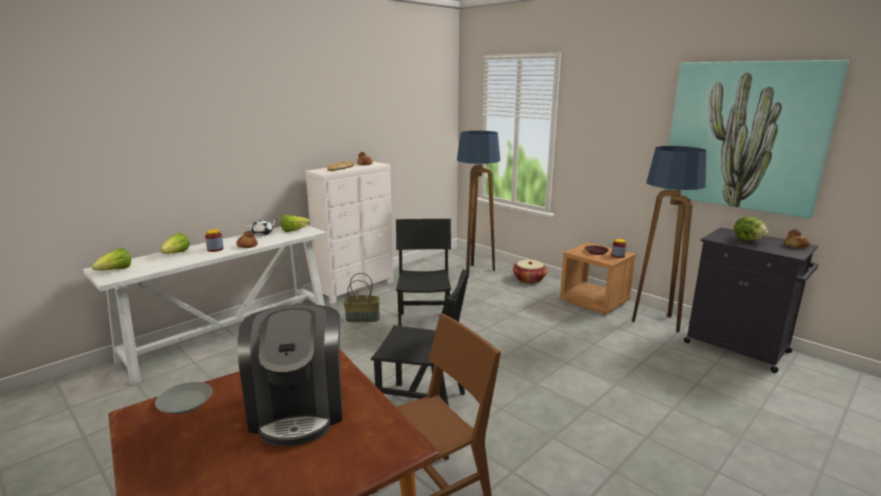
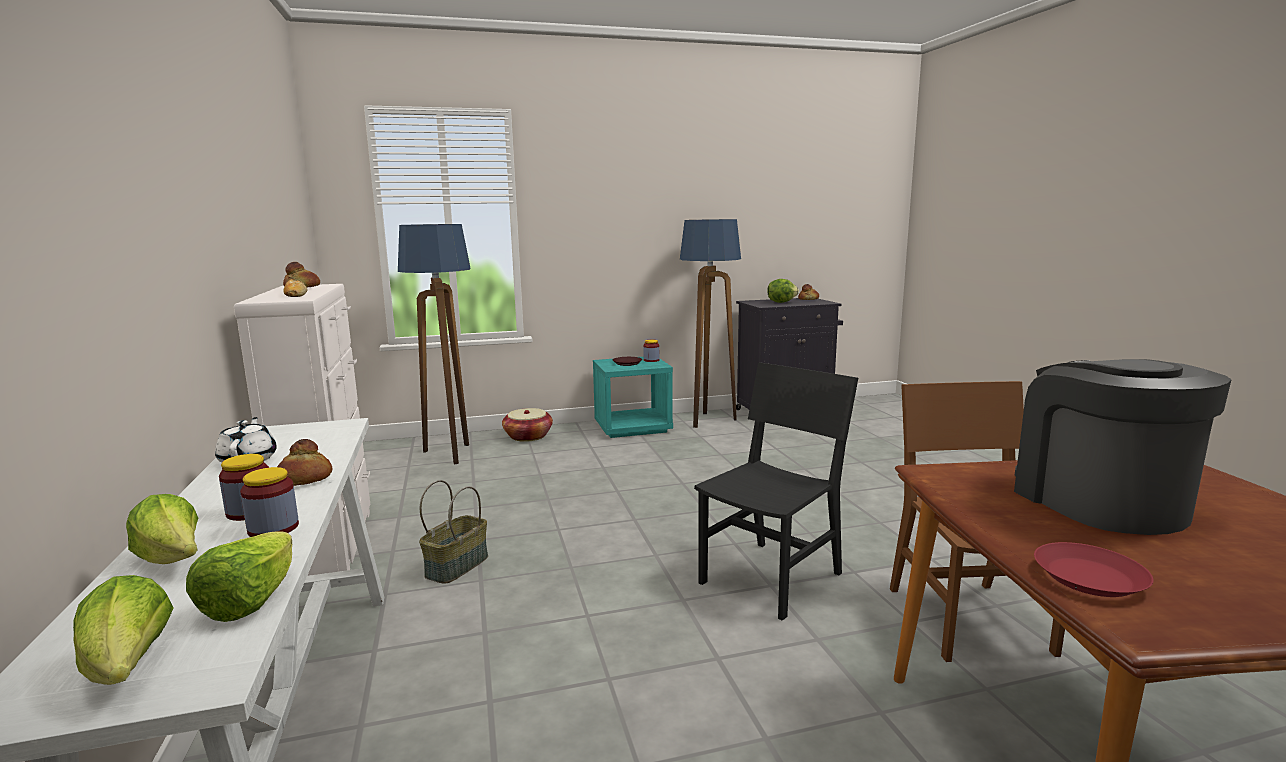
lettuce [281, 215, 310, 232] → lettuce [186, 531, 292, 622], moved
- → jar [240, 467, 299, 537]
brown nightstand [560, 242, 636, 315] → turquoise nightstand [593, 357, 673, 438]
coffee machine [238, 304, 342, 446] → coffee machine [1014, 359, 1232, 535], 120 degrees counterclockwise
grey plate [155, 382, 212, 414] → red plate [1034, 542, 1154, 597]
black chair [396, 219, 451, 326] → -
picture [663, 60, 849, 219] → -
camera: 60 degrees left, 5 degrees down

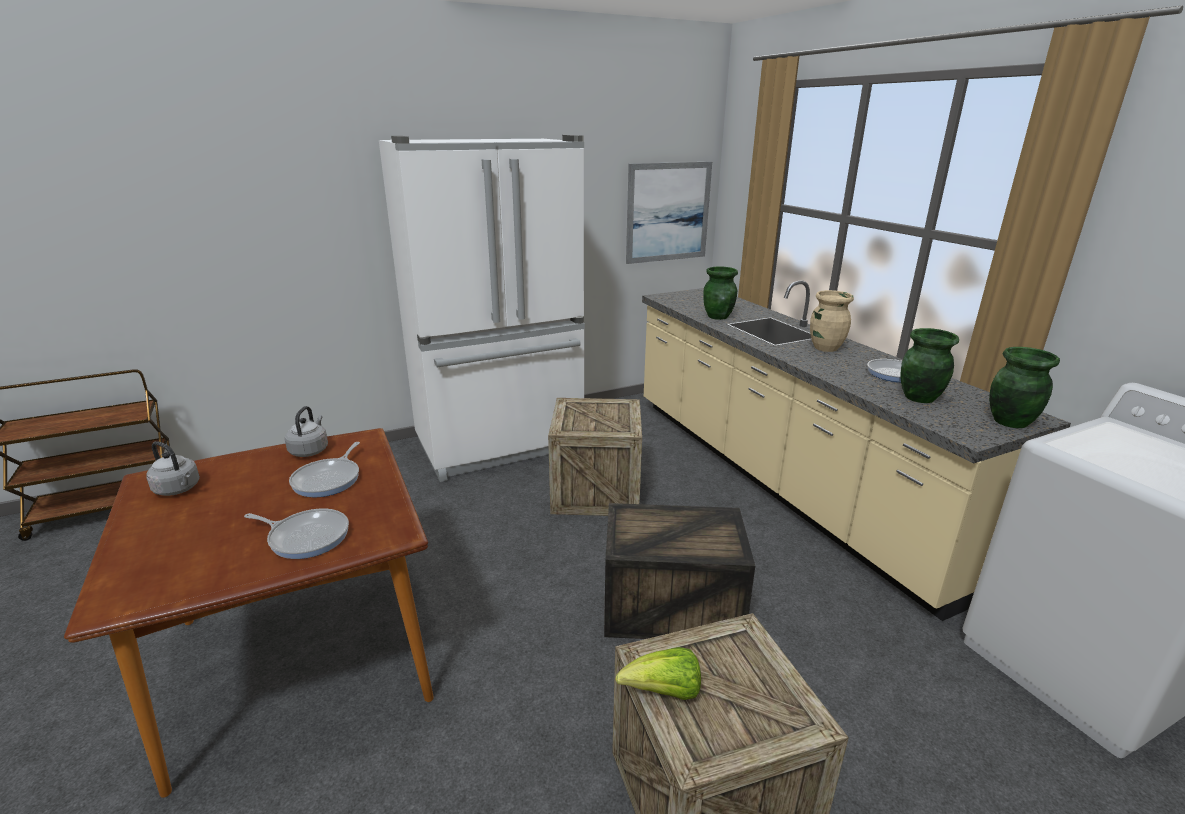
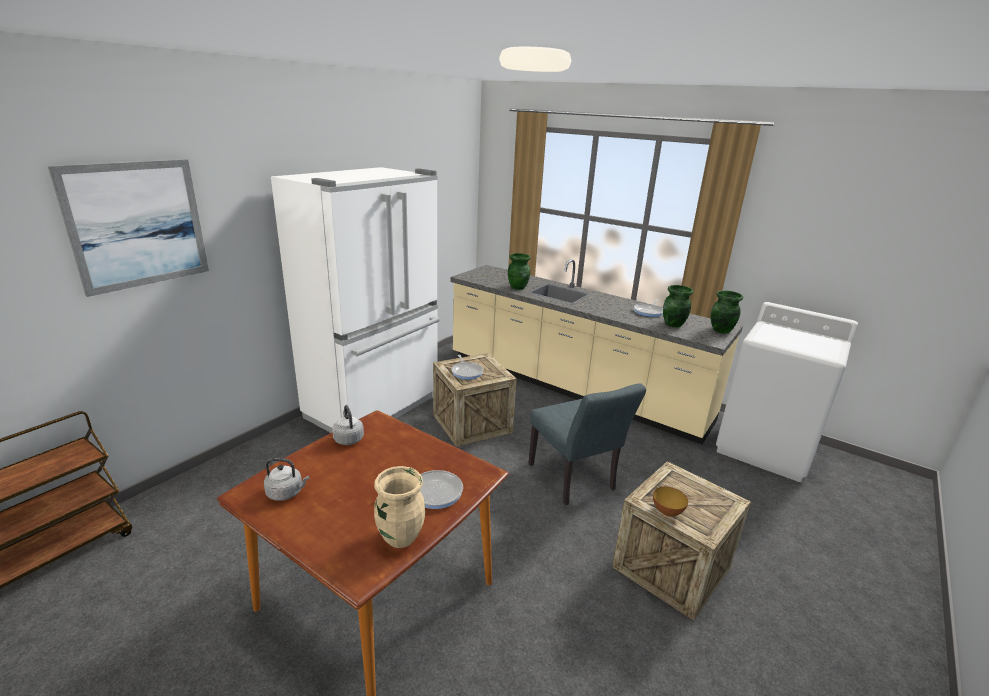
picture [626, 162, 712, 264] → picture [48, 159, 209, 297], moved
beige vase [810, 290, 854, 352] → beige vase [374, 466, 425, 548], moved
frying pan [289, 442, 360, 497] → frying pan [451, 355, 483, 380], moved
crate [604, 503, 755, 639] → grey chair [529, 383, 646, 505]
lettuce [615, 647, 701, 700] → bowl [653, 487, 688, 516]
camera: 30 degrees left, 0 degrees up

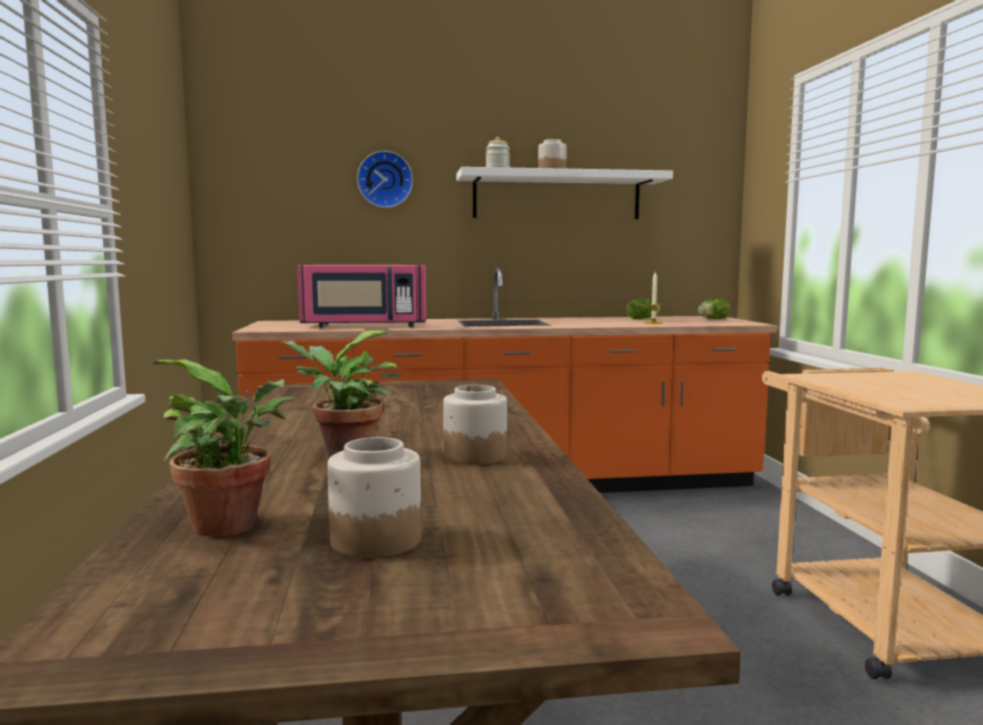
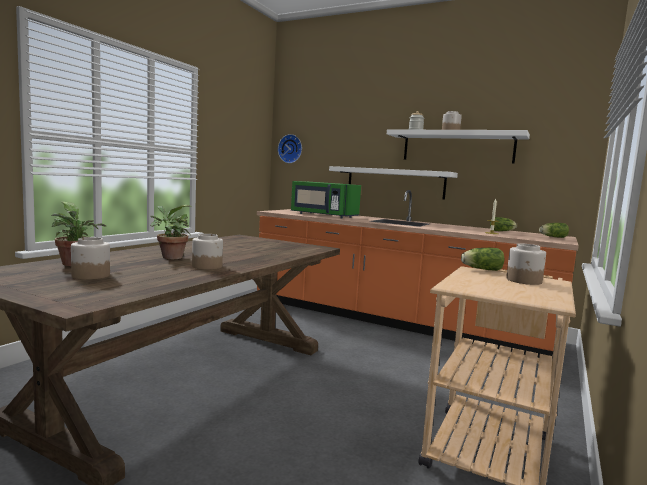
wall clock [357, 151, 413, 208] → wall clock [278, 134, 302, 163], moved
pink microwave [297, 265, 426, 328] → green microwave [291, 181, 361, 218]
- → white shelf [329, 166, 458, 200]
- → lettuce [461, 248, 504, 271]
- → jar [506, 243, 546, 285]
camera: 35 degrees right, 0 degrees up

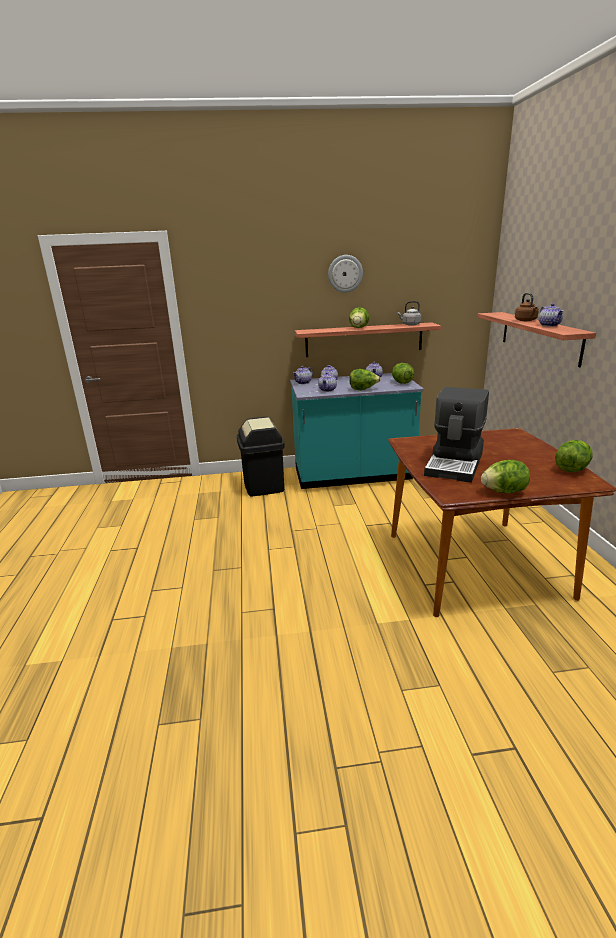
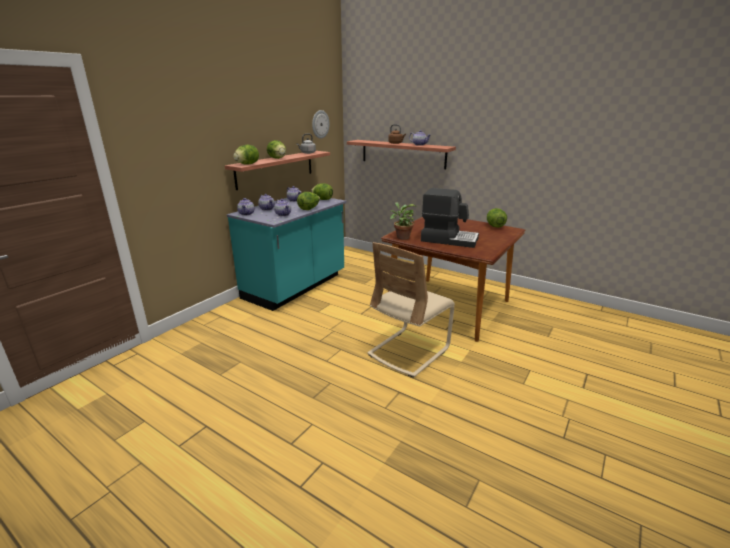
lettuce [481, 460, 530, 494] → lettuce [233, 145, 259, 165], moved
wall clock [328, 255, 363, 293] → wall clock [312, 110, 330, 139], moved
- → beige chair [367, 242, 455, 378]
- → potted plant [390, 202, 415, 240]
coffee machine [424, 387, 489, 483] → coffee machine [421, 188, 479, 248], 45 degrees counterclockwise
black trash can [237, 417, 285, 497] → -
camera: 50 degrees left, 0 degrees up

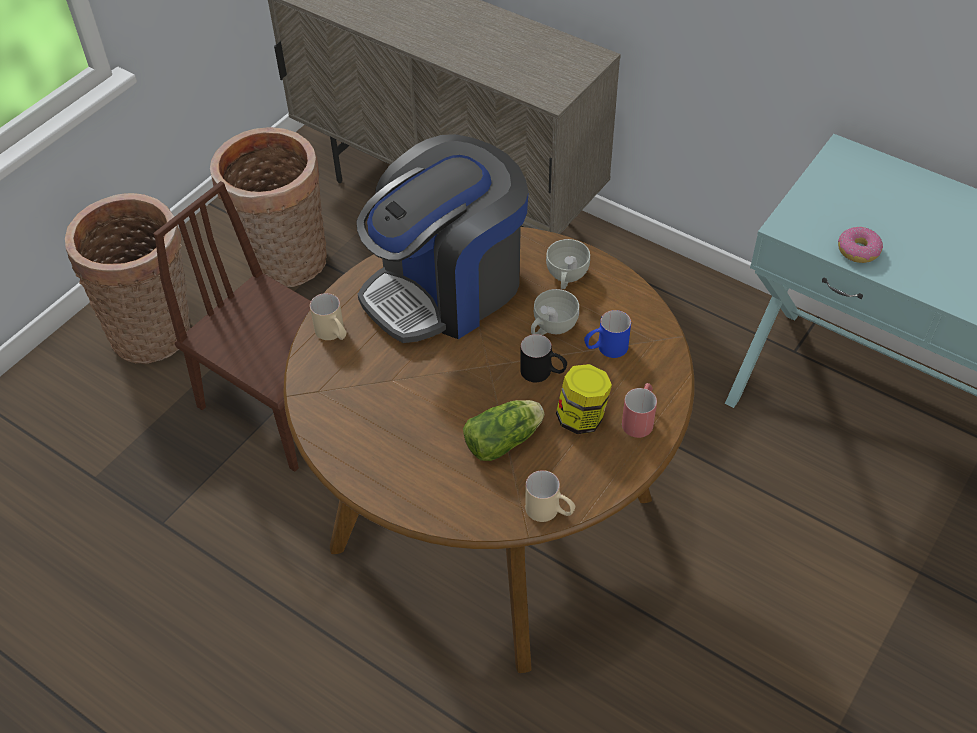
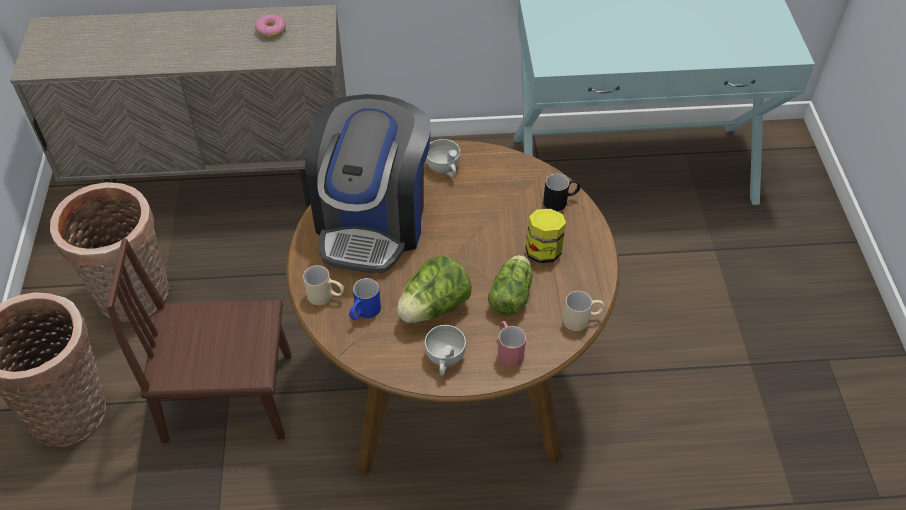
donut [838, 227, 883, 263] → donut [255, 14, 286, 39], moved
blue mug [584, 310, 631, 358] → blue mug [349, 278, 381, 320], moved
- → lettuce [397, 256, 472, 323]
white cup [531, 289, 579, 335] → white cup [425, 325, 466, 376], moved
red mug [622, 383, 657, 438] → red mug [498, 321, 526, 367], moved
black mug [520, 334, 567, 382] → black mug [543, 174, 580, 211], moved
camera: 40 degrees left, 0 degrees up

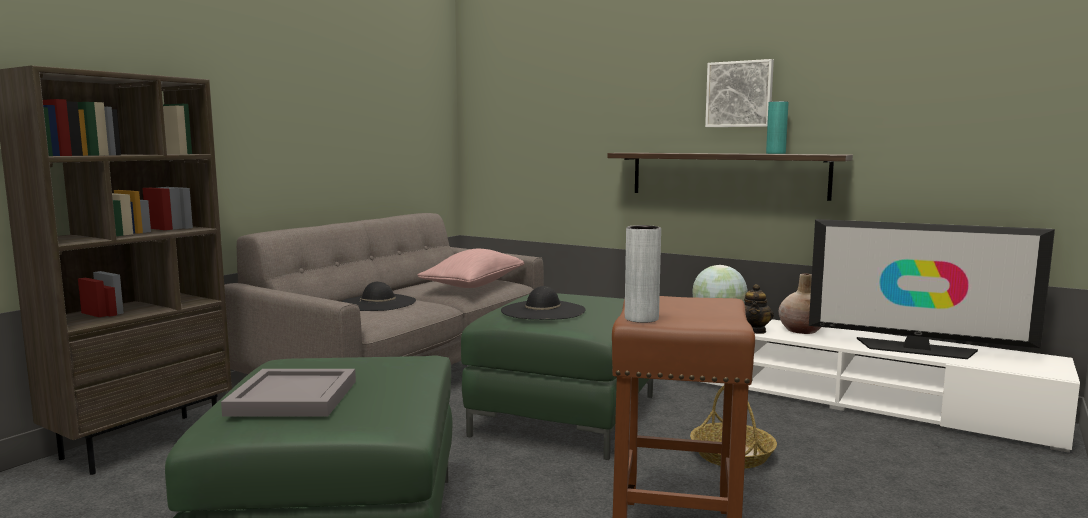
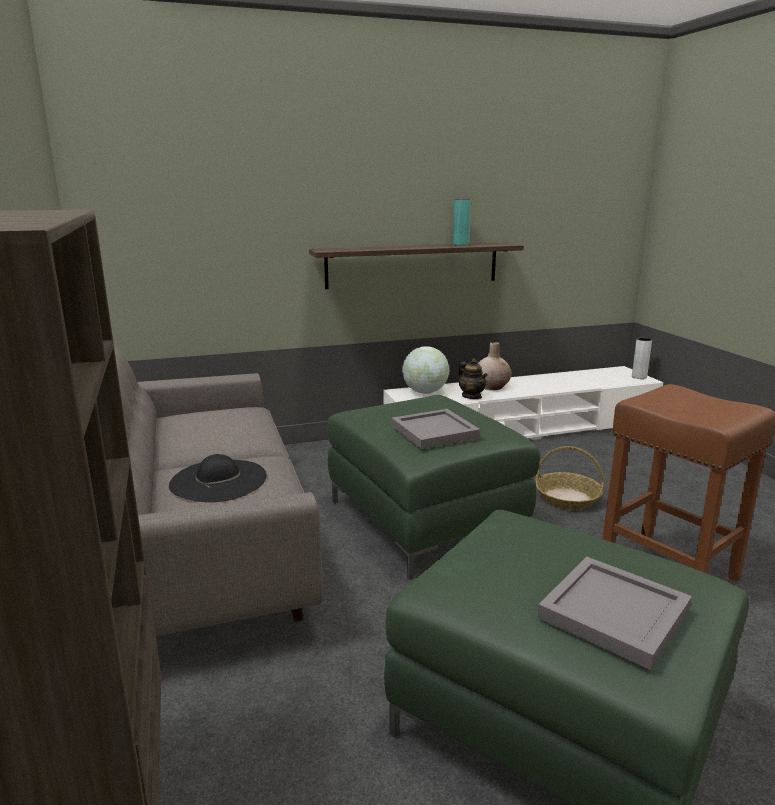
black hat [501, 286, 585, 319] → grey tray [392, 409, 480, 449]
grey vase [625, 225, 661, 323] → grey vase [632, 337, 652, 379], moved
pink pillow [418, 249, 524, 288] → -
picture [705, 59, 774, 127] → -
television [809, 219, 1055, 359] → -
camera: 50 degrees left, 10 degrees up

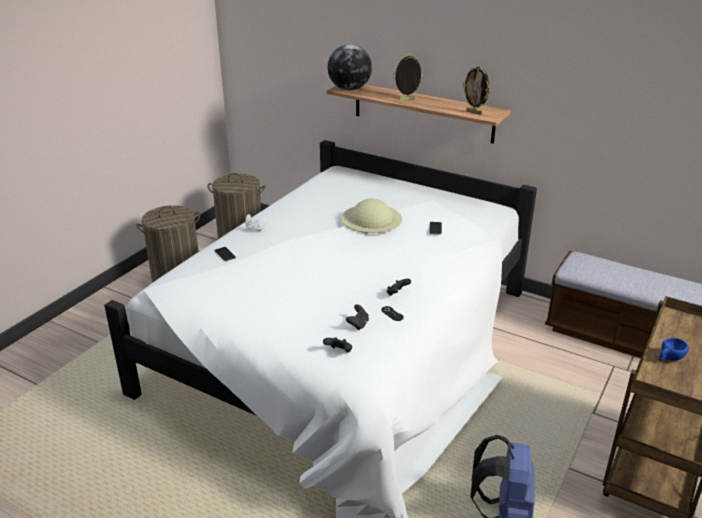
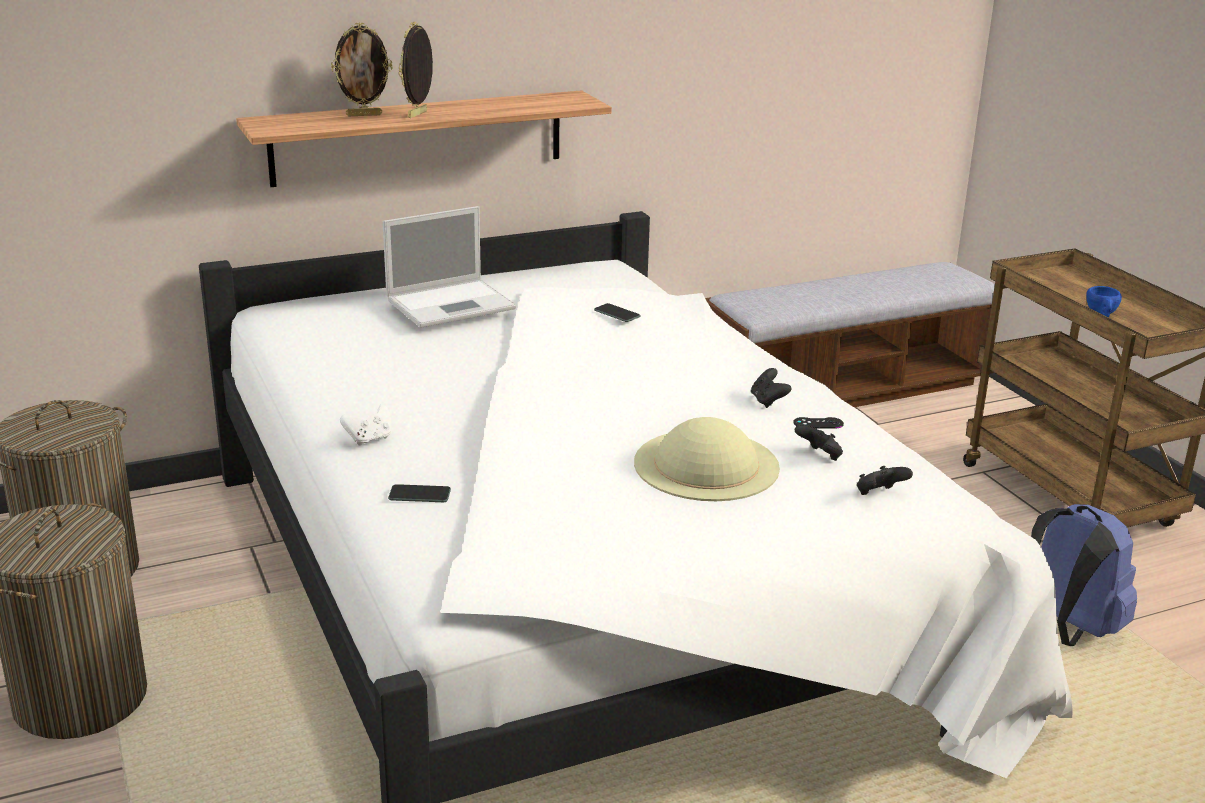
picture frame [463, 65, 490, 115] → picture frame [331, 22, 392, 116], moved
- → laptop [383, 206, 516, 328]
beige hat [342, 199, 402, 233] → beige hat [634, 417, 780, 501], moved
globe [328, 44, 372, 90] → -
camera: 55 degrees left, 5 degrees down

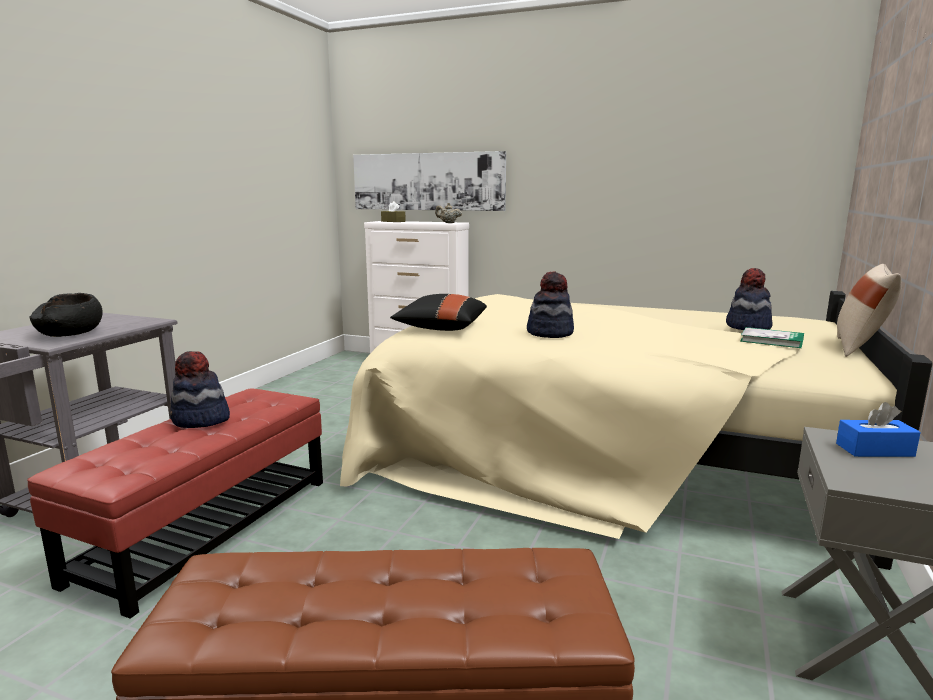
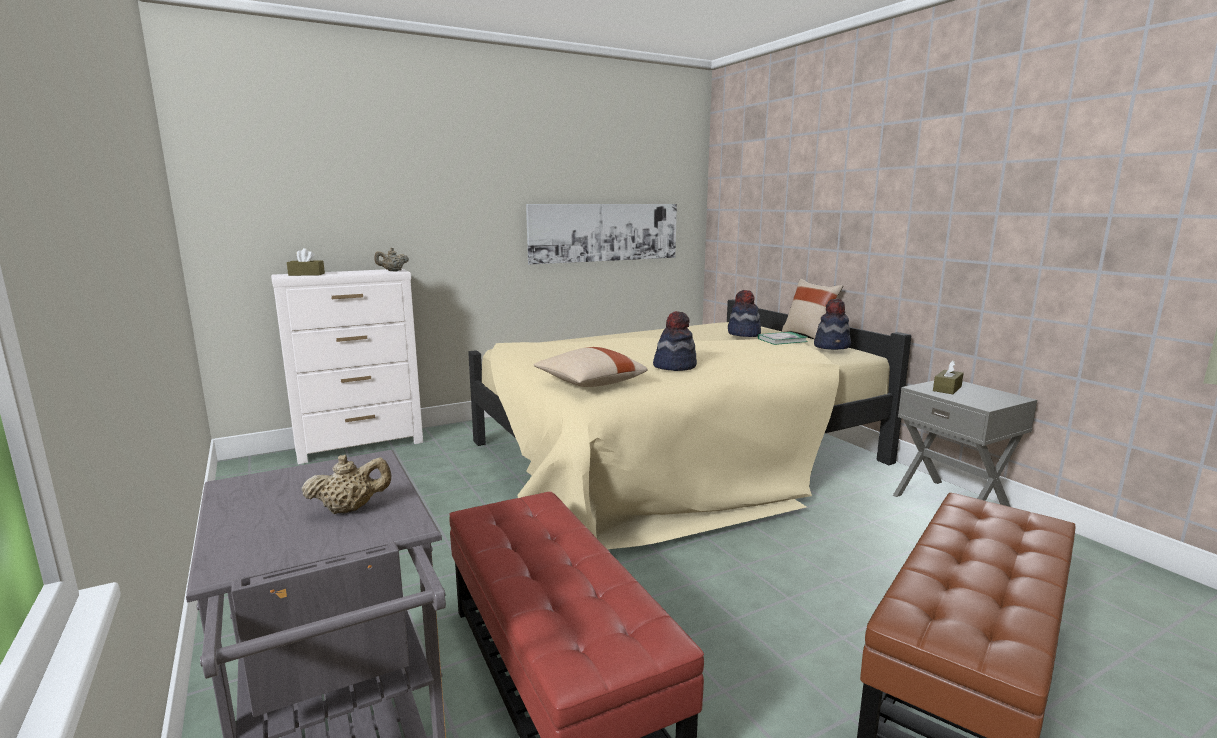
black bowl [30, 293, 103, 337] → beige teapot [301, 455, 392, 514]
picture [353, 151, 506, 211] → picture [526, 204, 677, 265], moved
black pillow [390, 294, 487, 331] → beige pillow [533, 347, 648, 387]
hat [170, 351, 230, 428] → hat [814, 298, 851, 350], moved
blue tissue box [836, 402, 921, 457] → brown tissue box [933, 361, 964, 394]
camera: 50 degrees left, 0 degrees up

